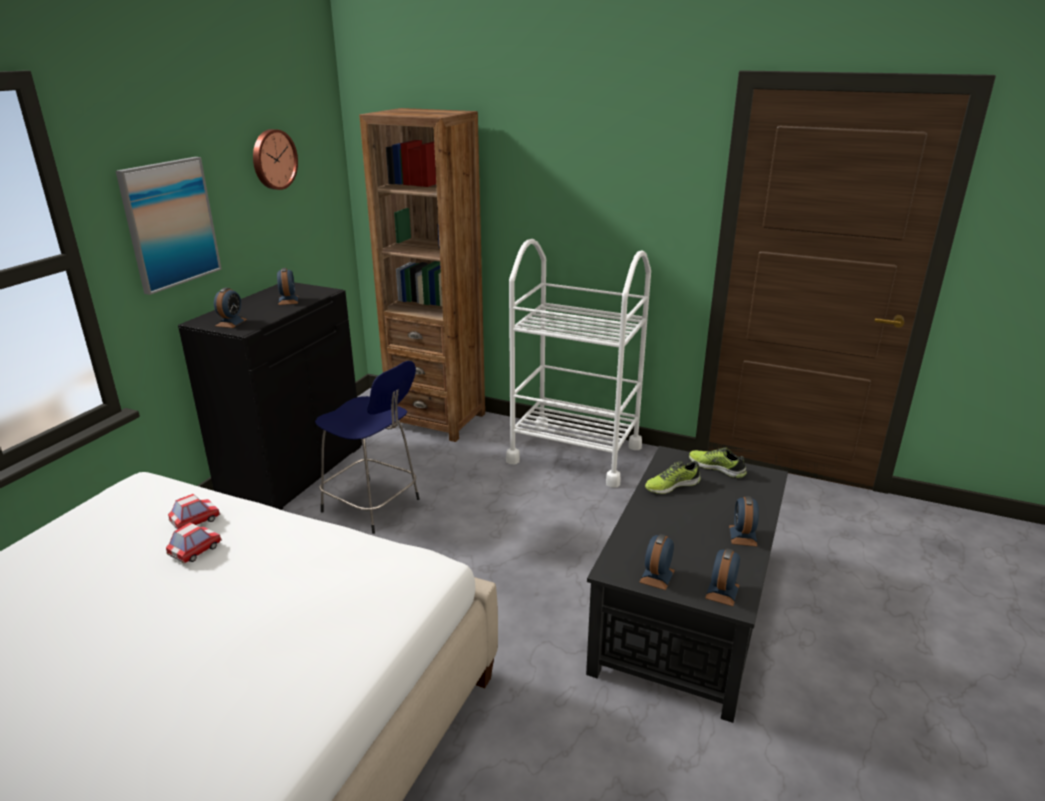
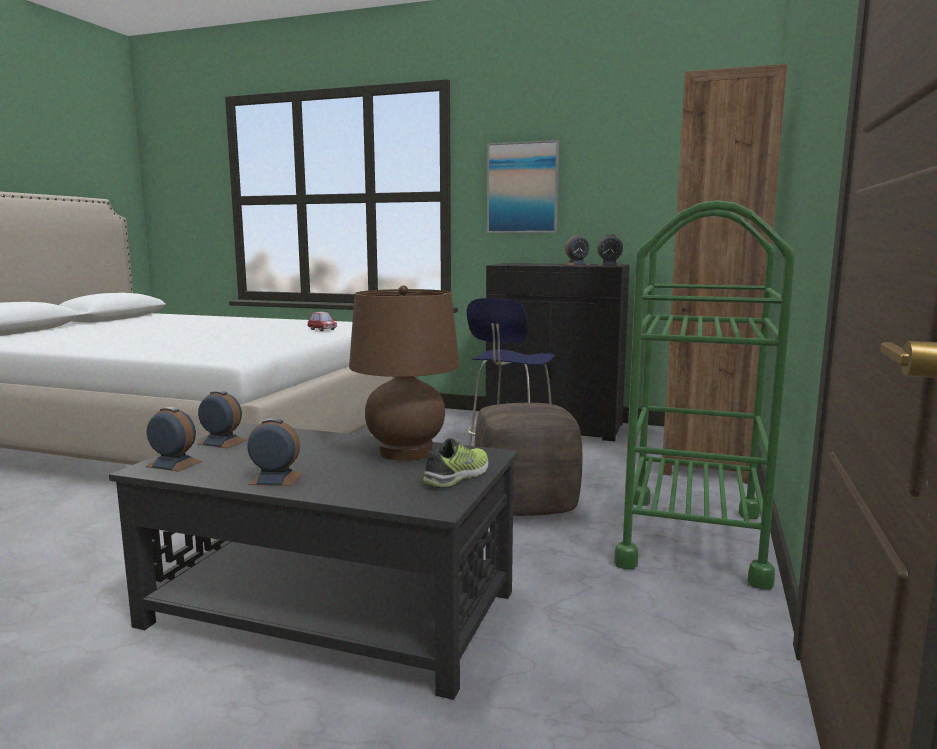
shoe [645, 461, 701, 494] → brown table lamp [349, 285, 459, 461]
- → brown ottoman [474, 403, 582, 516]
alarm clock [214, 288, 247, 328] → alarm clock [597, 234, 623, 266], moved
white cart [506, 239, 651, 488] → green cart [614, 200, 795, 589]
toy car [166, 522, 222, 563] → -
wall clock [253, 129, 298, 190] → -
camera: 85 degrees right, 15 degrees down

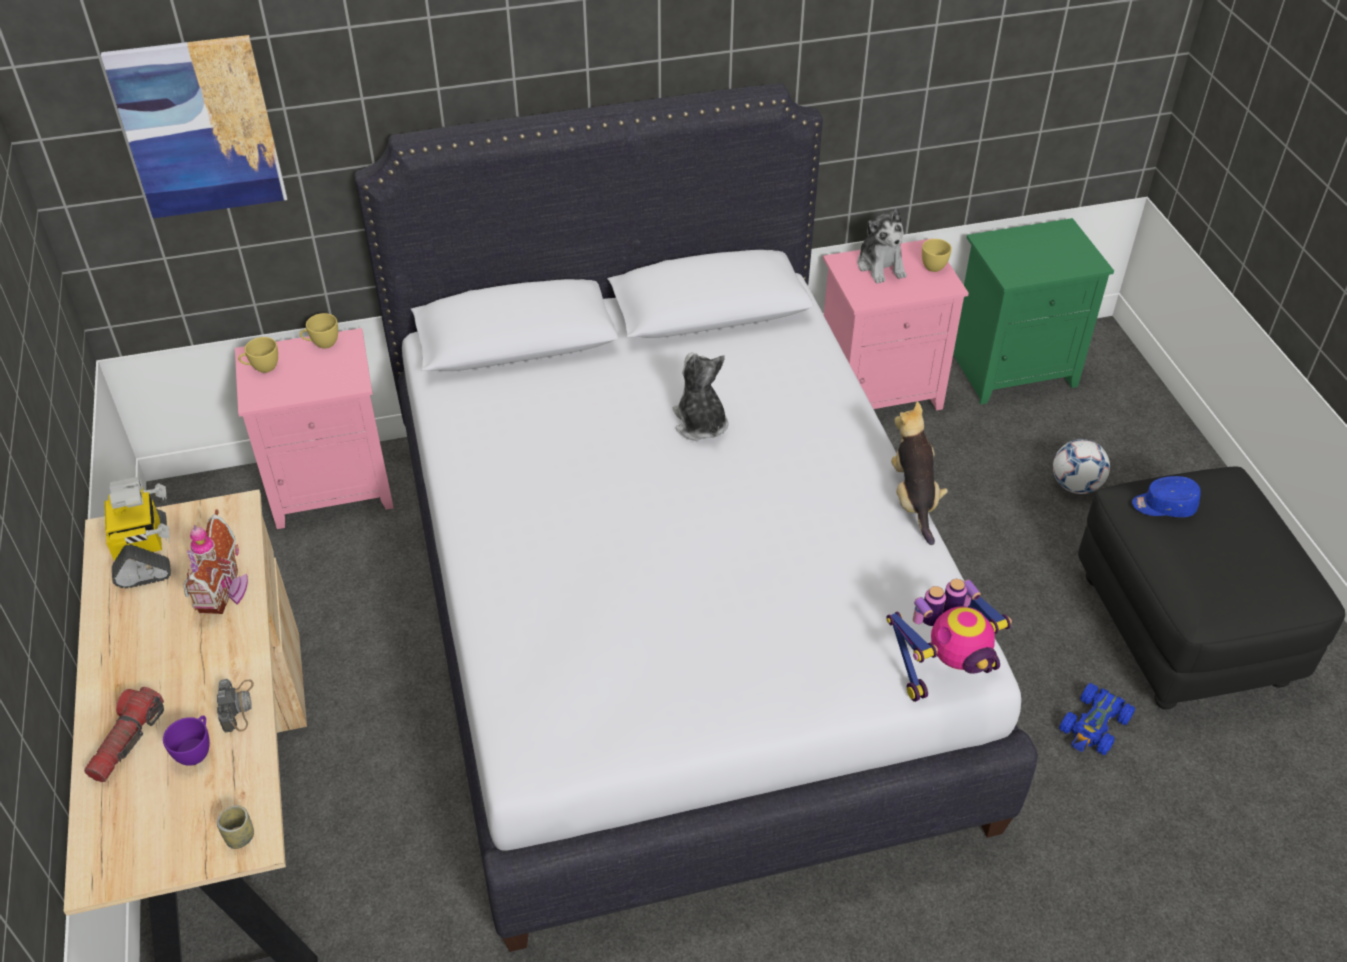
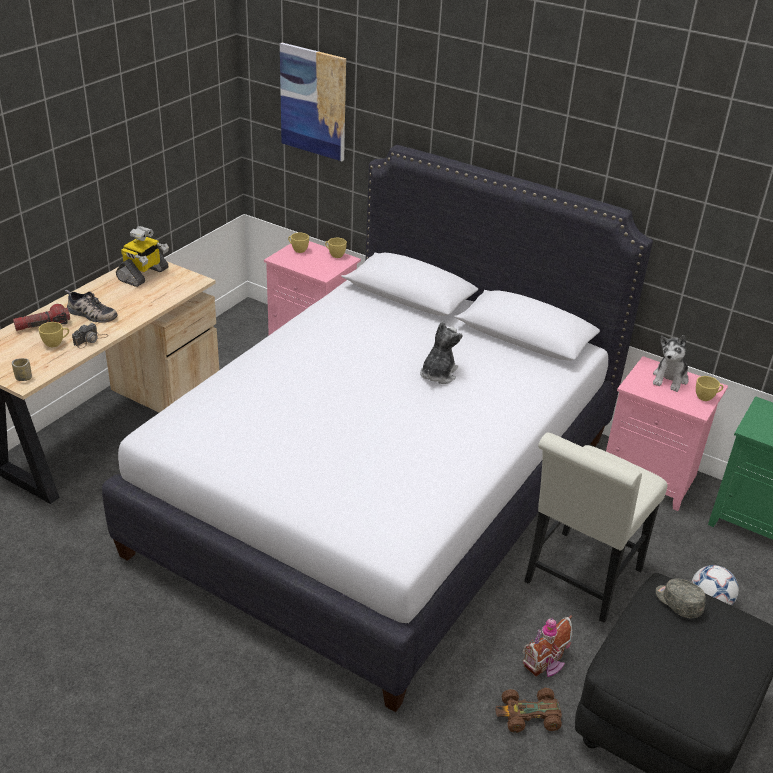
purple cup [163, 715, 210, 766] → yellow cup [39, 322, 69, 347]
- → shoe [65, 290, 118, 323]
blue toy car [1059, 683, 1135, 755] → brown toy car [495, 688, 562, 733]
toy house [183, 510, 248, 614] → toy house [522, 615, 572, 677], moved
- → white chair [524, 432, 668, 623]
blue cap [1132, 476, 1201, 517] → grey cap [656, 578, 706, 618]
toy robot [887, 579, 1012, 702] → -
plush toy [891, 401, 948, 545] → -
camera: 45 degrees right, 10 degrees down

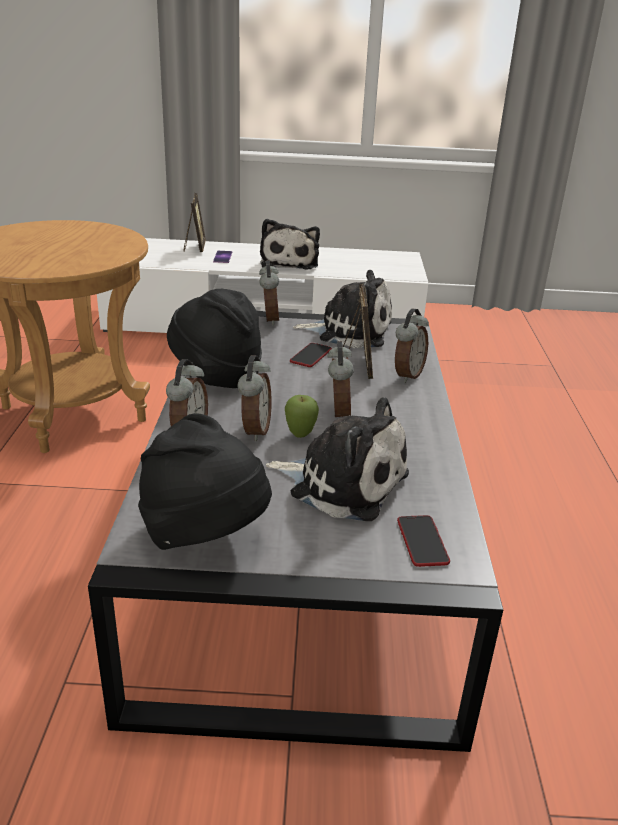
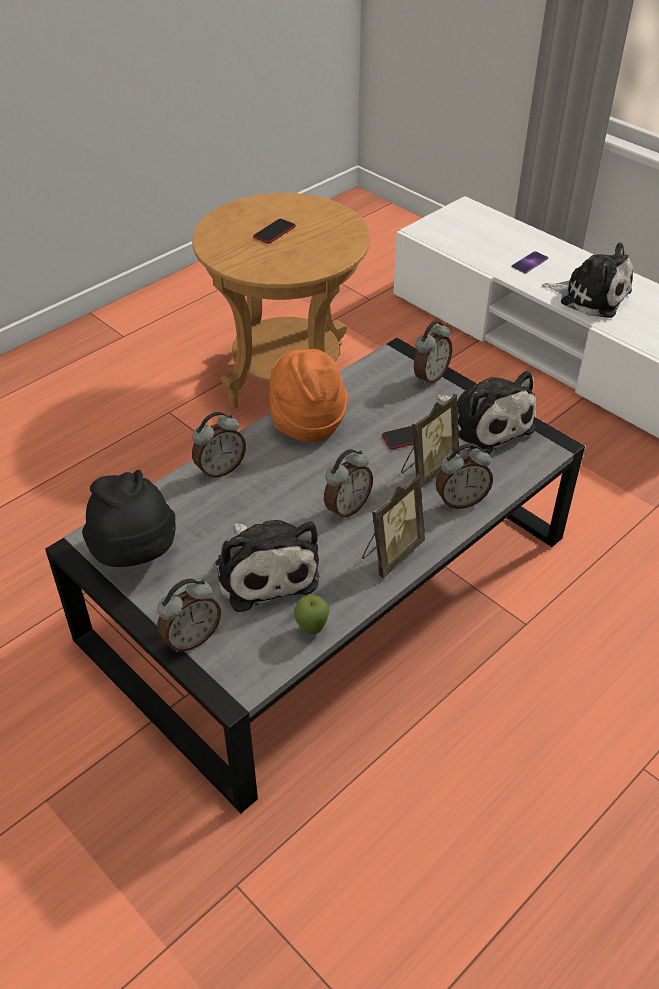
alarm clock [238, 355, 272, 441] → alarm clock [157, 579, 221, 652], moved
phone [397, 515, 450, 567] → phone [253, 219, 296, 244], moved
black hat [167, 289, 262, 388] → orange hat [269, 349, 349, 442]
apple [285, 395, 319, 438] → apple [294, 595, 329, 634], moved
picture frame [183, 193, 206, 252] → picture frame [362, 474, 425, 578], moved
plush toy [260, 219, 320, 270] → plush toy [542, 243, 633, 318], 105 degrees counterclockwise
camera: 45 degrees right, 15 degrees up

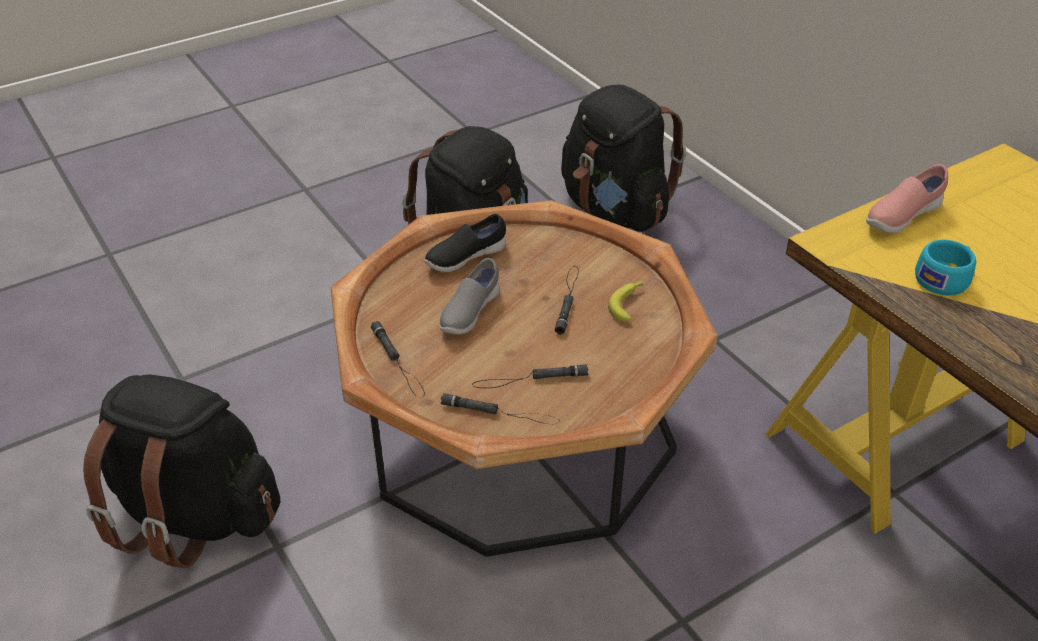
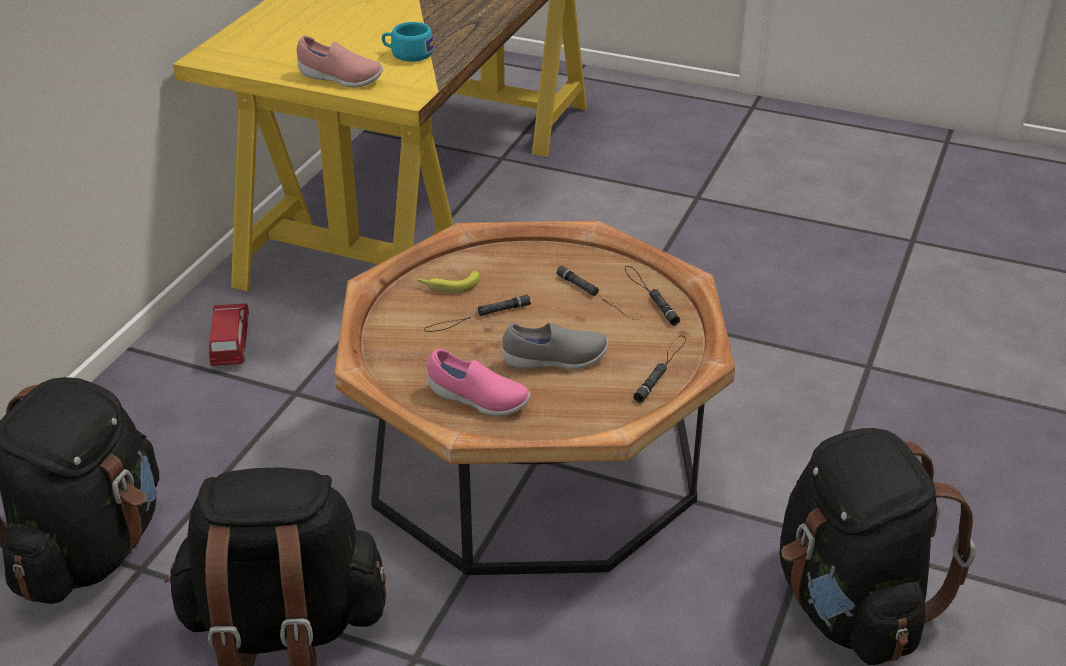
- → red toy car [209, 303, 249, 366]
black shoe [424, 214, 506, 272] → pink shoe [427, 348, 531, 416]
camera: 125 degrees left, 5 degrees down

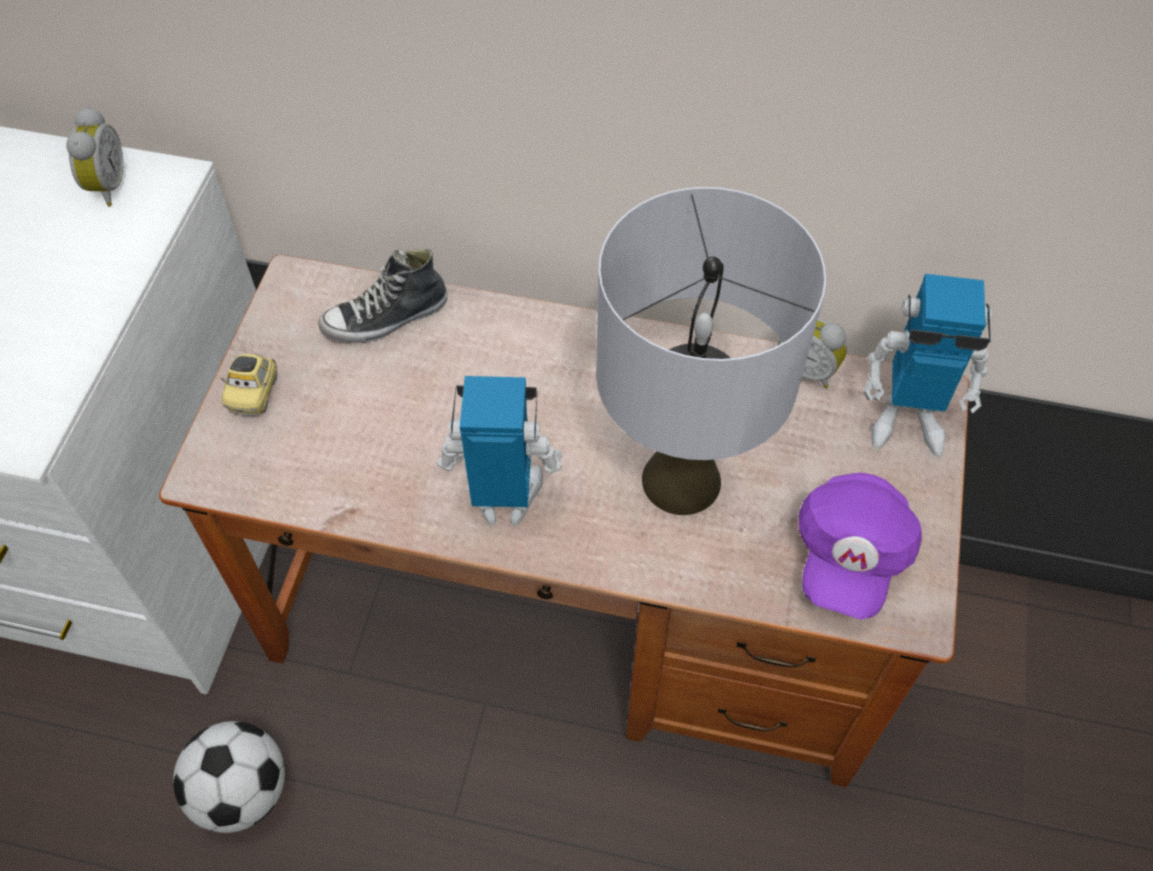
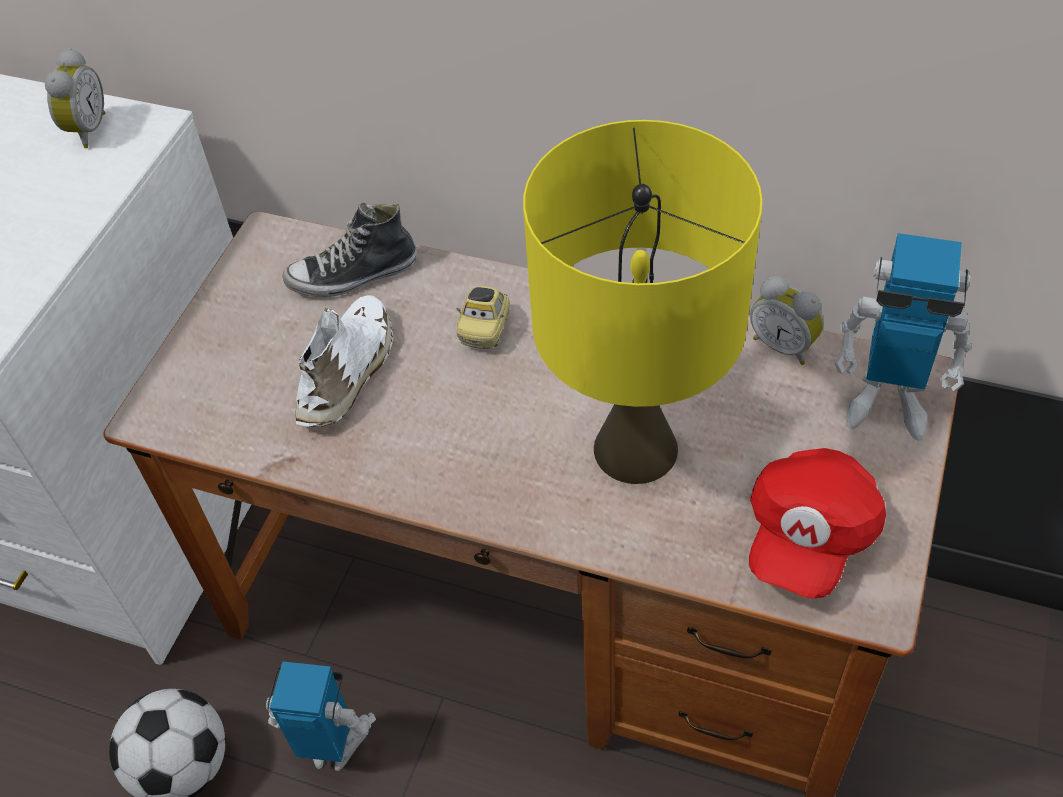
toy robot [437, 376, 563, 526] → toy robot [266, 662, 376, 771], moved
- → white shoe [296, 295, 393, 427]
toy car [221, 354, 277, 416] → toy car [456, 286, 510, 349], moved
grey table lamp [596, 187, 826, 515] → yellow table lamp [523, 120, 763, 484]
purple cap [799, 473, 922, 619] → red cap [749, 448, 886, 598]
camera: 10 degrees right, 5 degrees down

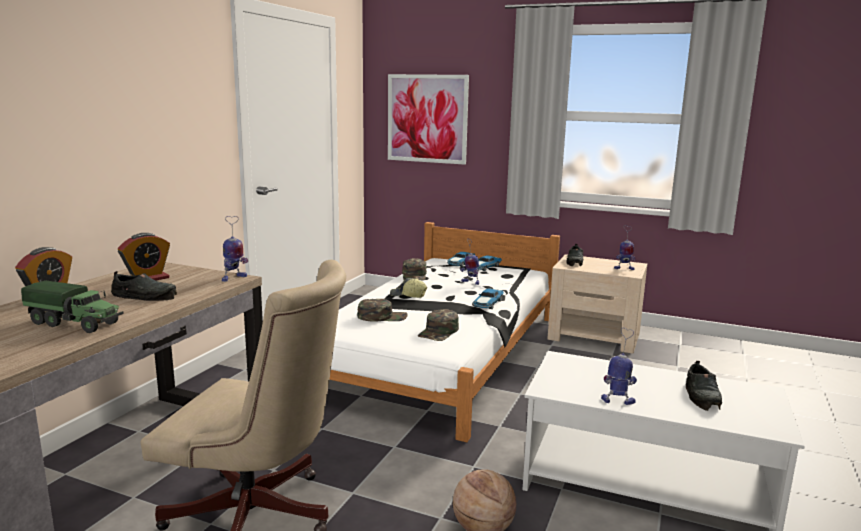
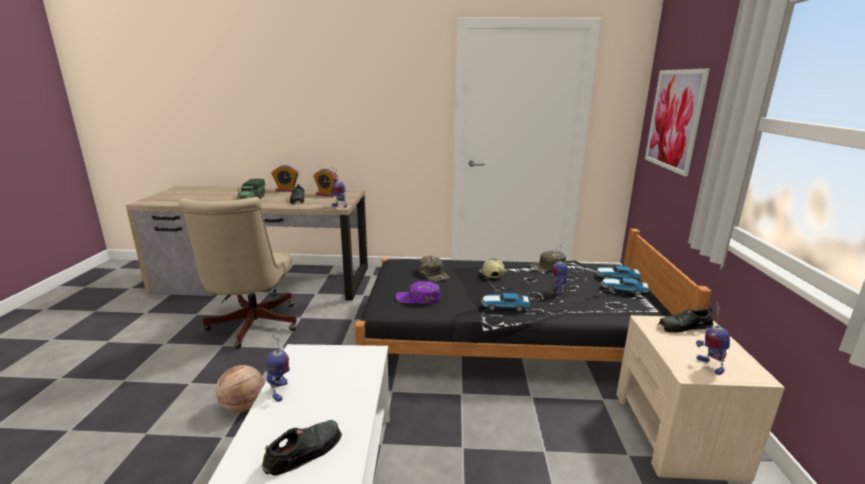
black shoe [686, 361, 722, 411] → black shoe [262, 420, 342, 476], 150 degrees clockwise
white bed [329, 222, 560, 442] → black bed [355, 229, 712, 362]
green cap [418, 309, 459, 341] → purple cap [396, 281, 441, 304]
camera: 70 degrees right, 5 degrees up

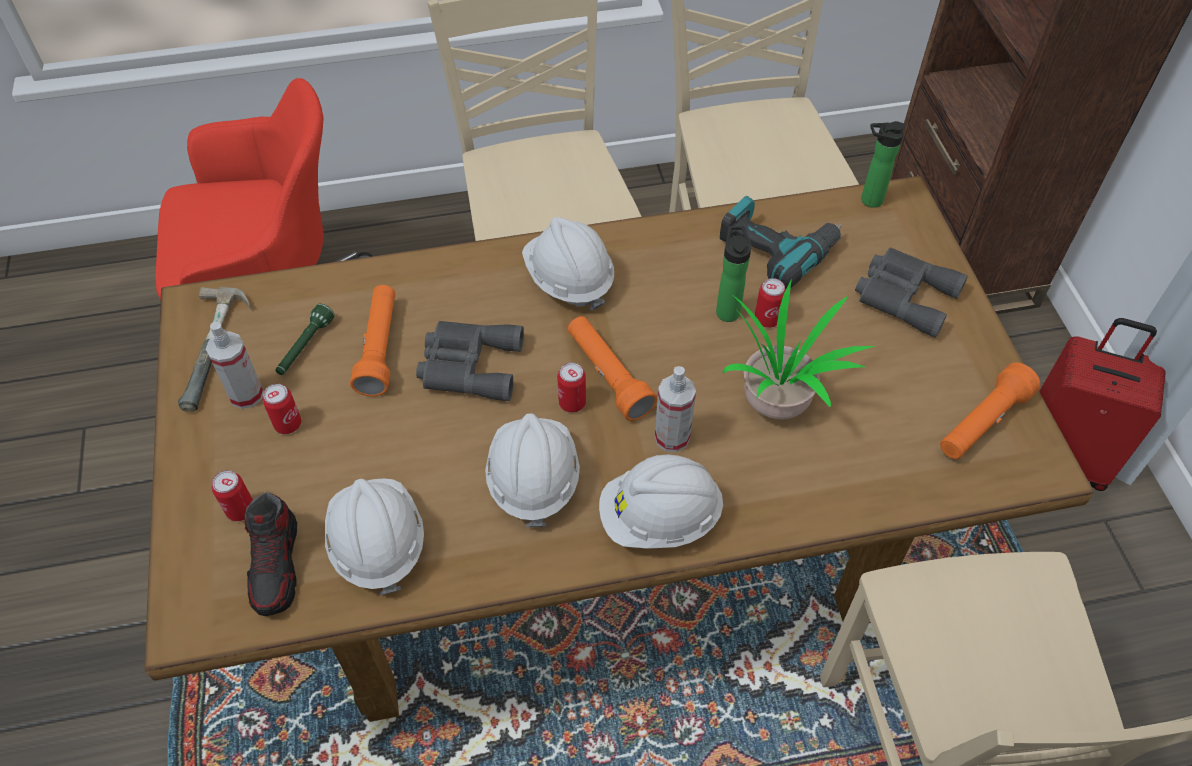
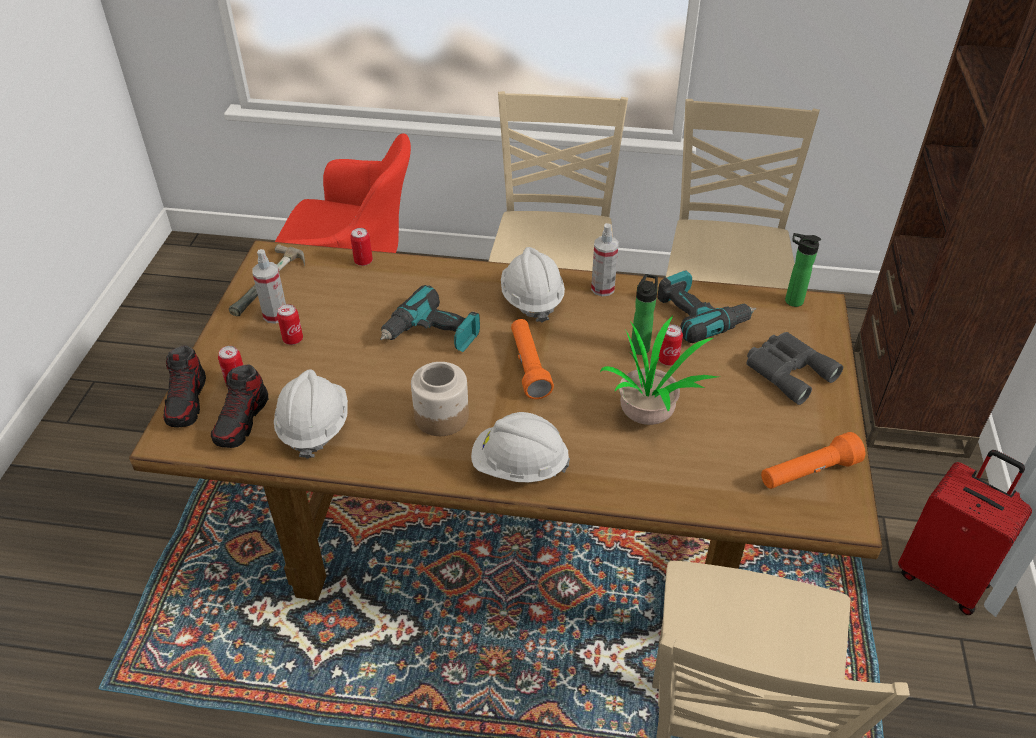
- → shoe [163, 345, 206, 428]
can [557, 362, 586, 413] → can [350, 228, 373, 266], moved
grey binoculars [416, 321, 524, 401] → power drill [380, 285, 480, 352]
white hard hat [485, 414, 580, 527] → jar [411, 362, 469, 436]
spray bottle [655, 366, 696, 452] → spray bottle [591, 223, 619, 296], moved
green flashlight [275, 303, 335, 375] → -
orange flashlight [350, 285, 395, 396] → -
camera: 20 degrees right, 10 degrees down

